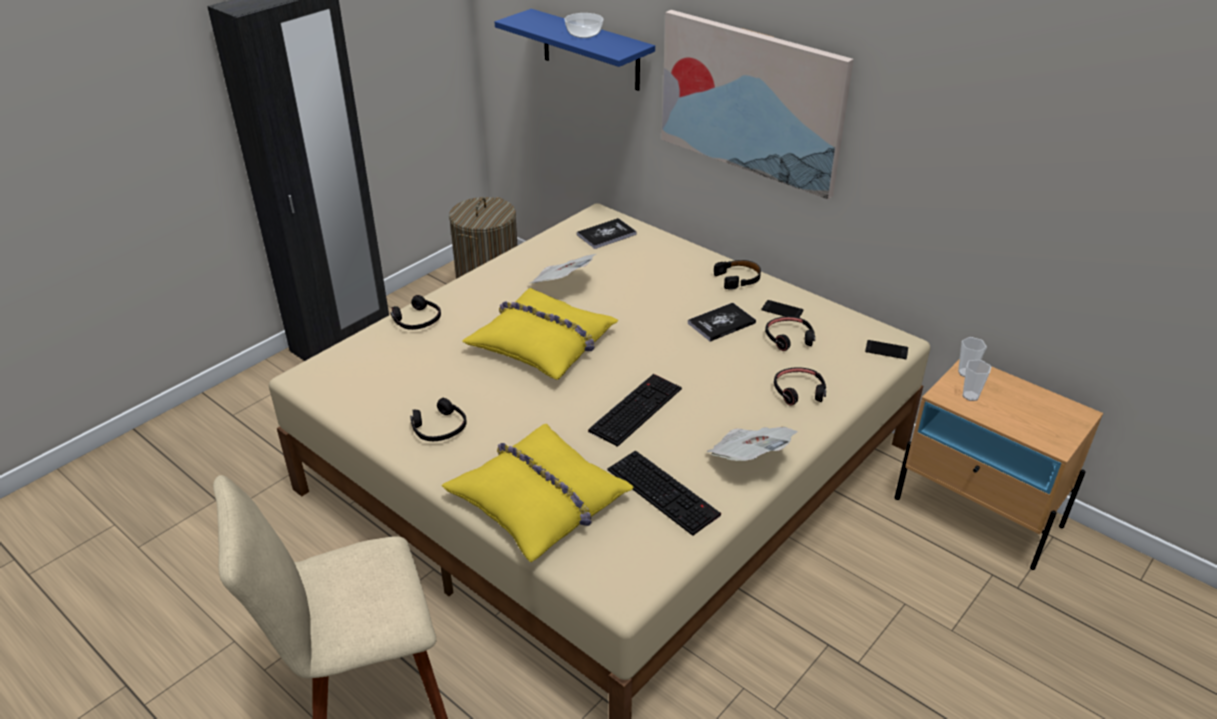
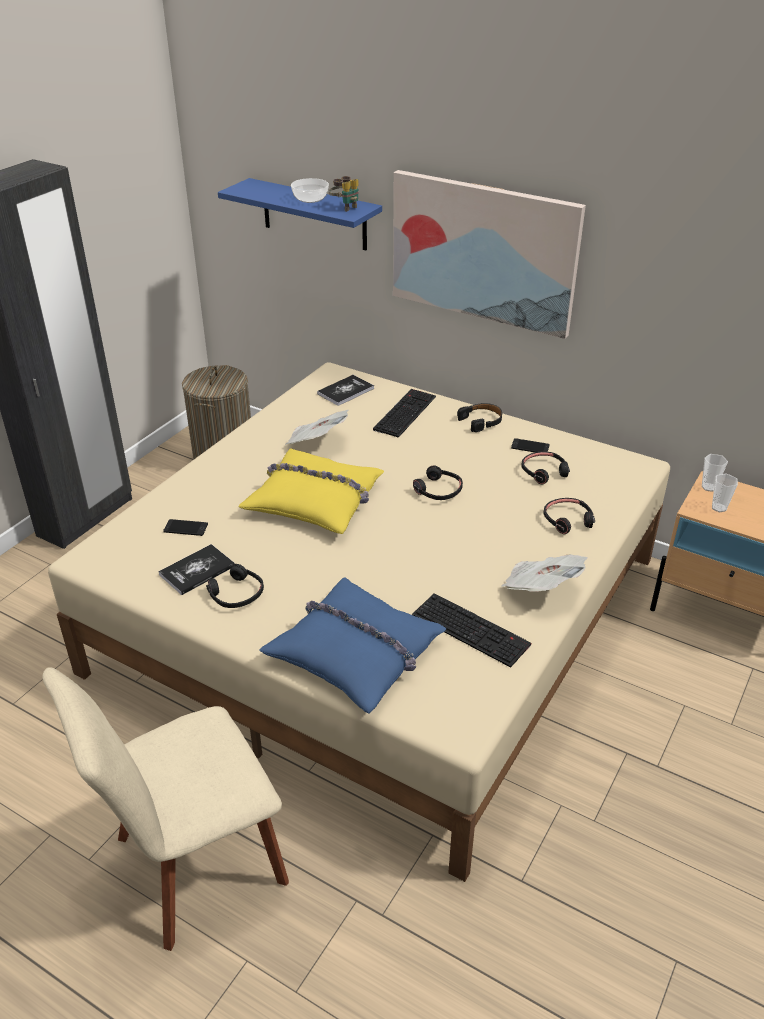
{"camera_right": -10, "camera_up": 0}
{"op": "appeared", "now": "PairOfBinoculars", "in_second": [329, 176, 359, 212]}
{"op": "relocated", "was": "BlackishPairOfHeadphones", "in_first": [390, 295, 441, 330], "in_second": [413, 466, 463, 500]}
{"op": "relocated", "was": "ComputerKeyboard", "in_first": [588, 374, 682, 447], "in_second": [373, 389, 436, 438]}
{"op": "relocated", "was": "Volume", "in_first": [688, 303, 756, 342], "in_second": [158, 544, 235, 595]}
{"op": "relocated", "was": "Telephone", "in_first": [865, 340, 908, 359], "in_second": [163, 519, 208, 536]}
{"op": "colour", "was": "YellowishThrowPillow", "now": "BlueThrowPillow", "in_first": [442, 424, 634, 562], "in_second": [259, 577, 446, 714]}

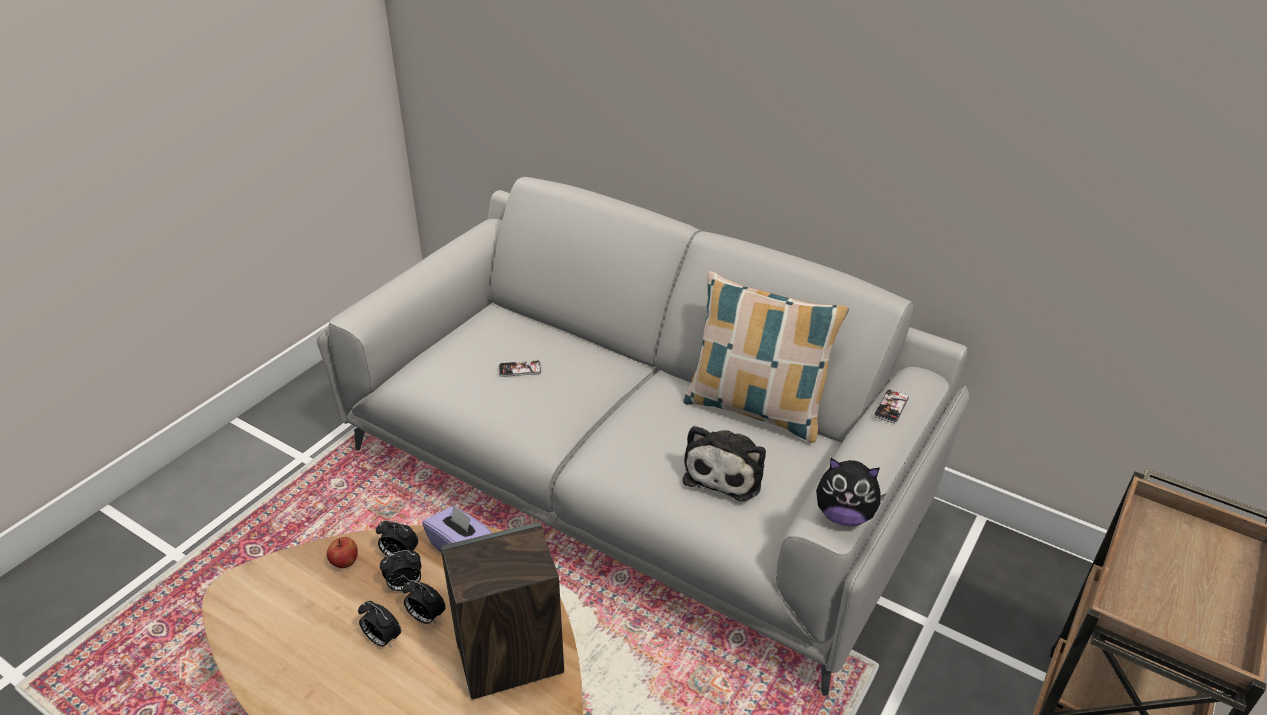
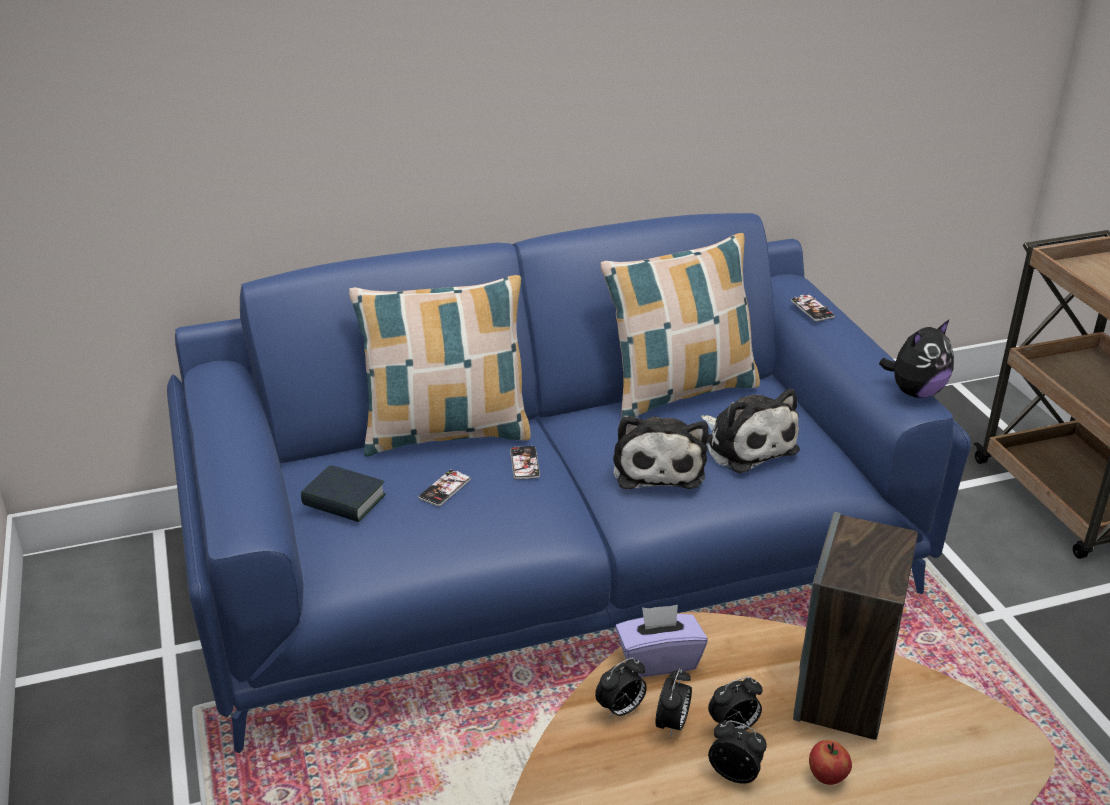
{"camera_right": -50, "camera_up": -5}
{"op": "appeared", "now": "Volume", "in_second": [301, 465, 386, 522]}
{"op": "appeared", "now": "ThrowPillow", "in_second": [349, 275, 531, 457]}
{"op": "appeared", "now": "Telephone", "in_second": [510, 446, 540, 480]}
{"op": "appeared", "now": "PlushToy", "in_second": [613, 415, 709, 489]}
{"op": "relocated", "was": "Apple", "in_first": [327, 537, 358, 568], "in_second": [809, 740, 852, 785]}
{"op": "colour", "was": "GreyishCouch", "now": "BlueCouch", "in_first": [317, 177, 969, 696], "in_second": [167, 213, 971, 753]}
{"op": "spun", "was": "BedsideClock", "in_first": [358, 601, 401, 648], "in_second": [708, 721, 767, 784], "clockwise": -135}

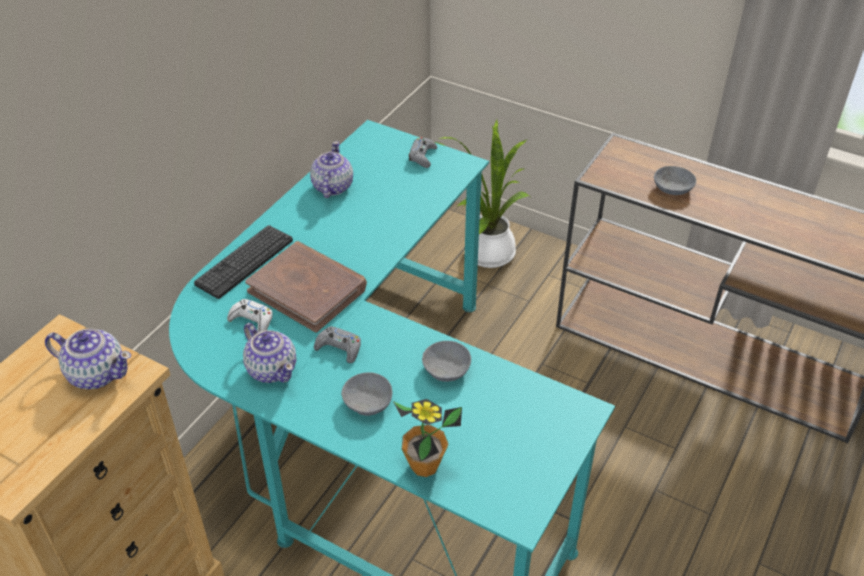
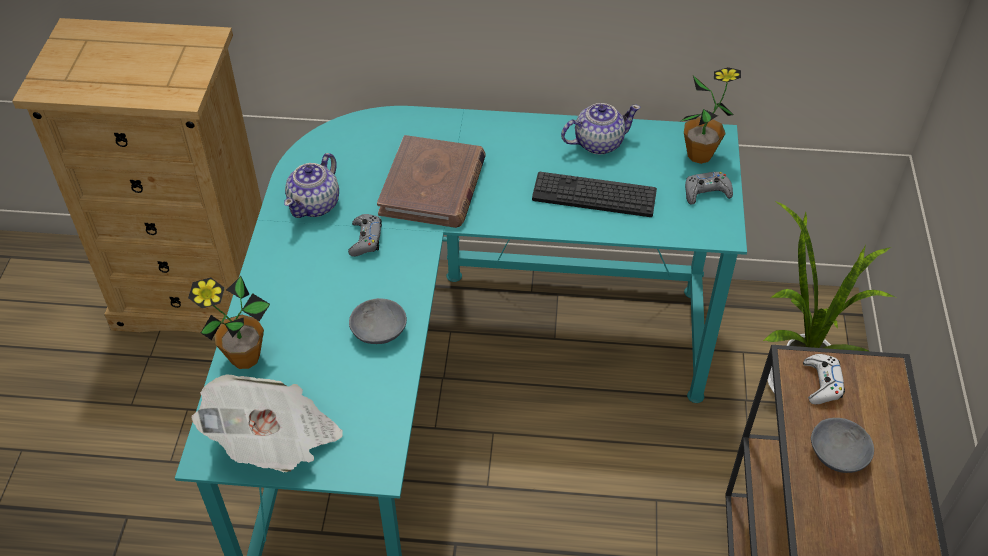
{"camera_right": 65, "camera_up": 5}
{"op": "missing", "was": "TeaPot", "in_first": [45, 329, 131, 389]}
{"op": "missing", "was": "GreyishDeepDish", "in_first": [341, 372, 392, 416]}
{"op": "appeared", "now": "DailyPaper", "in_second": [191, 374, 343, 472]}
{"op": "appeared", "now": "PlantInAPot", "in_second": [680, 67, 741, 164]}
{"op": "relocated", "was": "ComputerKeyboard", "in_first": [194, 225, 293, 299], "in_second": [532, 172, 657, 217]}
{"op": "relocated", "was": "WhiteGameController", "in_first": [227, 299, 272, 332], "in_second": [803, 354, 845, 404]}

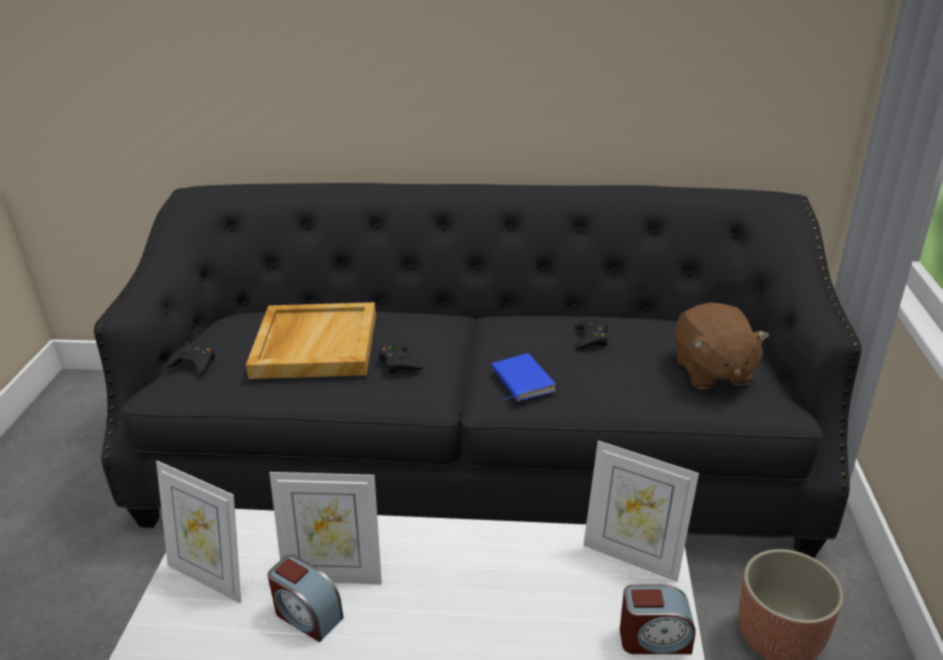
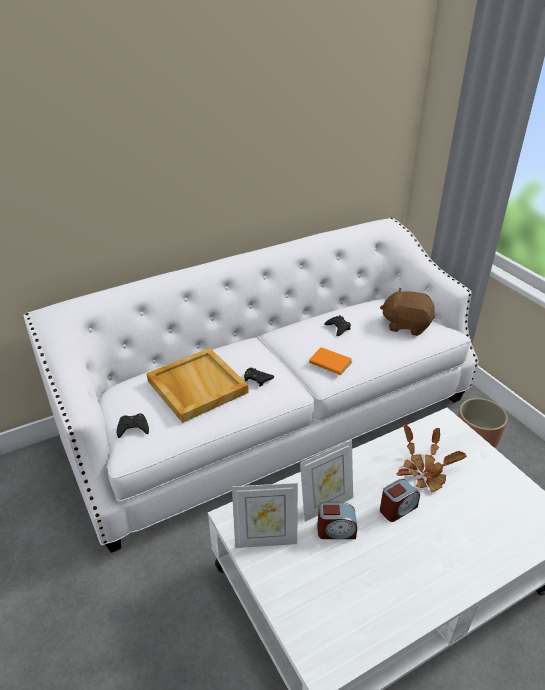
{"camera_right": -35, "camera_up": 5}
{"op": "missing", "was": "PhotoFrame", "in_first": [583, 441, 699, 582]}
{"op": "appeared", "now": "PlantInAPot", "in_second": [397, 424, 467, 492]}
{"op": "relocated", "was": "BedsideClock", "in_first": [620, 585, 695, 654], "in_second": [380, 479, 420, 522]}
{"op": "colour", "was": "BlackishCouch", "now": "WhiteCouch", "in_first": [94, 183, 861, 558], "in_second": [23, 218, 479, 553]}
{"op": "colour", "was": "BlueVolume", "now": "OrangeColouredVolume", "in_first": [492, 353, 556, 401], "in_second": [309, 347, 352, 377]}
{"op": "spun", "was": "BrownPlushToy", "in_first": [675, 303, 770, 390], "in_second": [380, 287, 435, 336], "clockwise": 150}

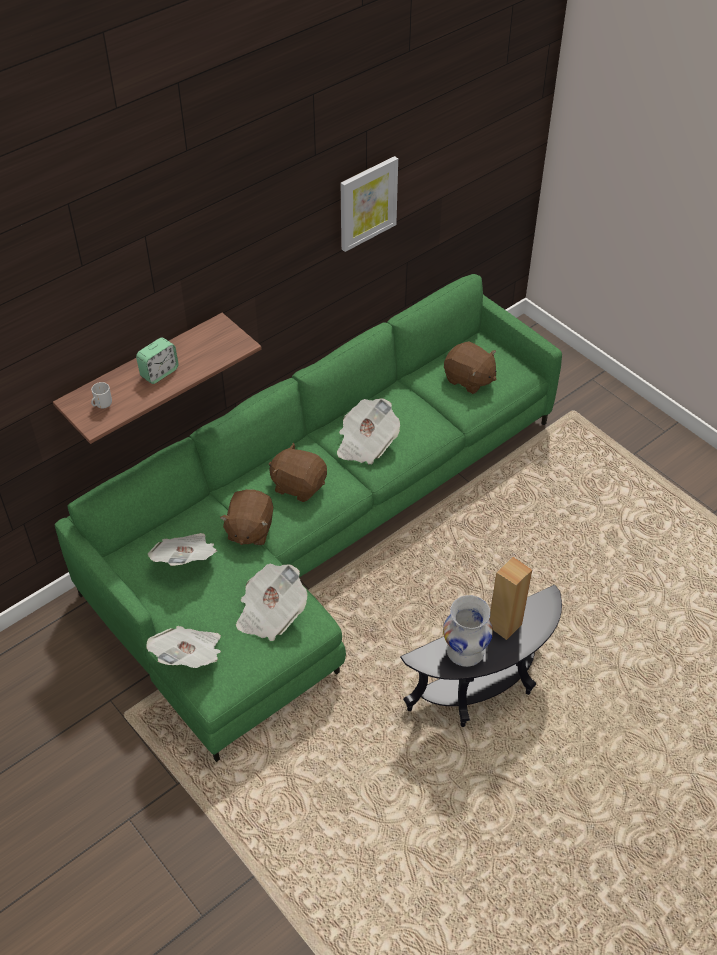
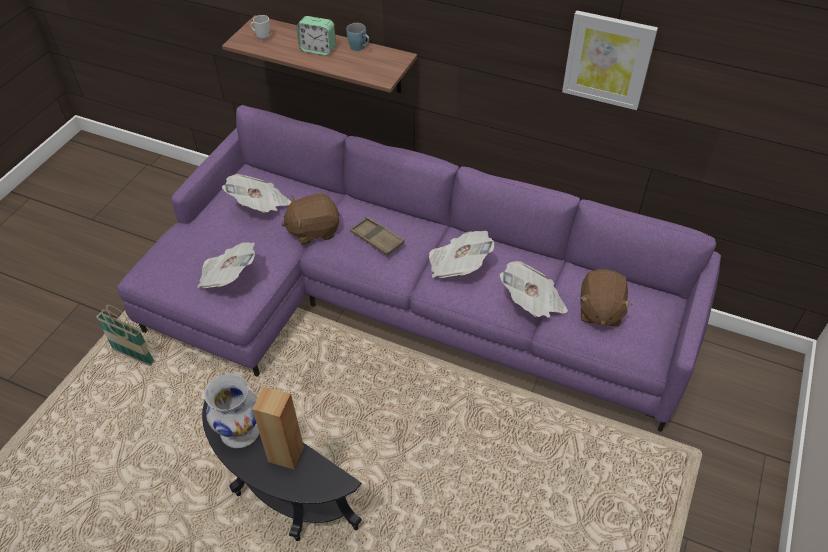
{"camera_right": 65, "camera_up": 0}
{"op": "appeared", "now": "StorageBasket", "in_second": [96, 305, 155, 366]}
{"op": "appeared", "now": "BlueCoffeeMug", "in_second": [346, 23, 369, 51]}
{"op": "relocated", "was": "DailyPaper", "in_first": [146, 626, 221, 668], "in_second": [500, 261, 568, 317]}
{"op": "exchanged", "was": "BrownPlushToy", "now": "BrownCarryingTray", "in_first": [269, 442, 327, 502], "in_second": [350, 217, 405, 256]}
{"op": "colour", "was": "GreenishCouch", "now": "PurplishCouch", "in_first": [55, 274, 562, 762], "in_second": [118, 105, 721, 432]}

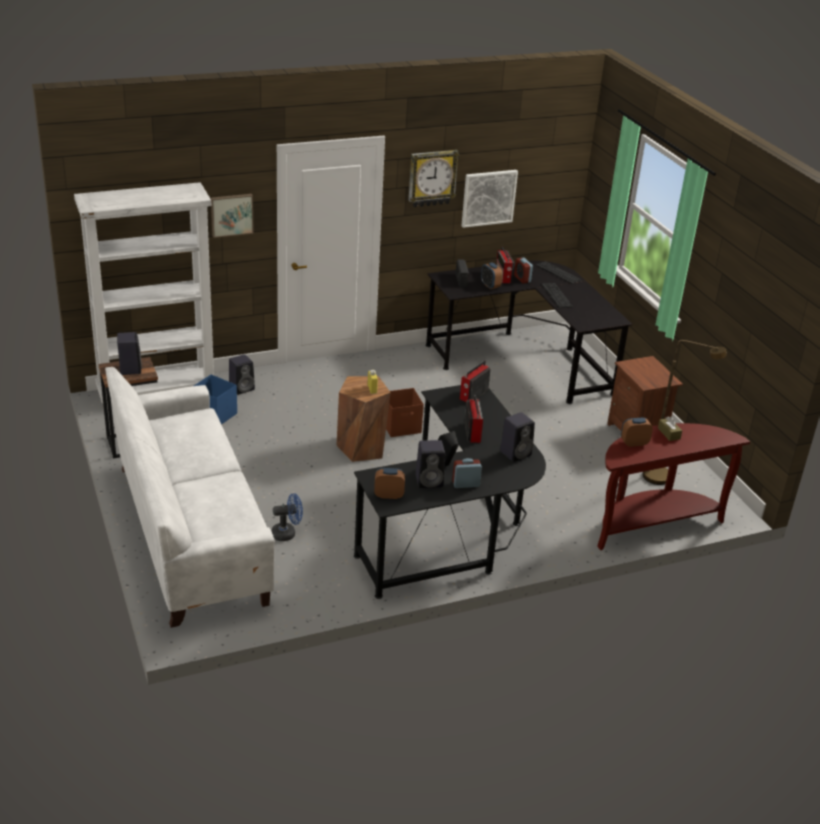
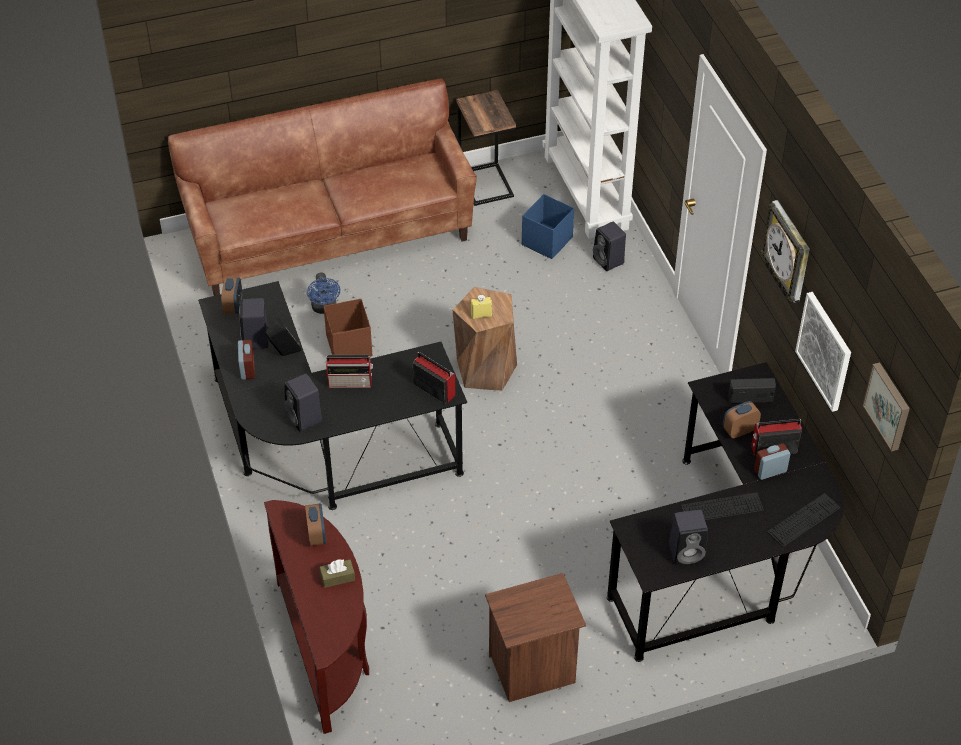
{"camera_right": 95, "camera_up": 15}
{"op": "missing", "was": "BrownStandingLamp", "in_first": [643, 340, 727, 485]}
{"op": "relocated", "was": "BlackishSpeaker", "in_first": [117, 332, 142, 375], "in_second": [669, 510, 708, 565]}
{"op": "relocated", "was": "WallPicture", "in_first": [211, 194, 254, 238], "in_second": [862, 362, 910, 452]}
{"op": "relocated", "was": "BrownStorageContainer", "in_first": [386, 388, 424, 437], "in_second": [323, 299, 372, 356]}
{"op": "colour", "was": "WhiteCouch", "now": "BrownCouch", "in_first": [105, 367, 275, 628], "in_second": [168, 79, 477, 296]}

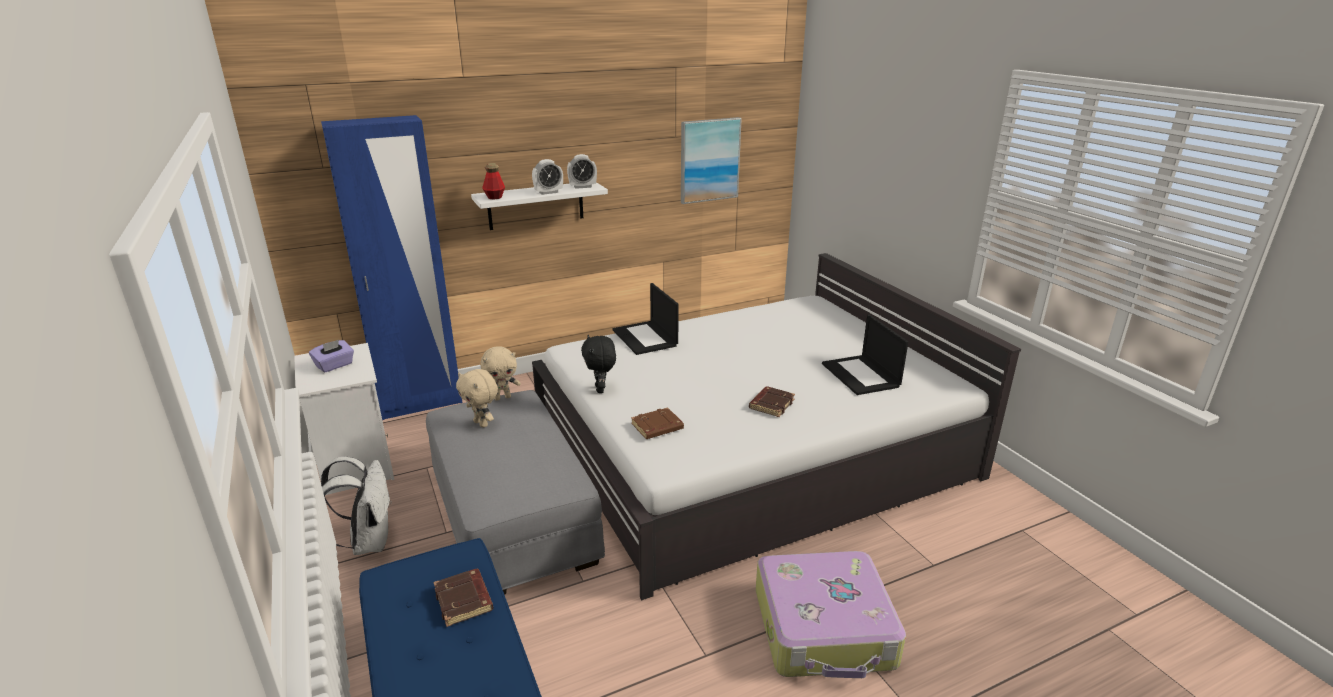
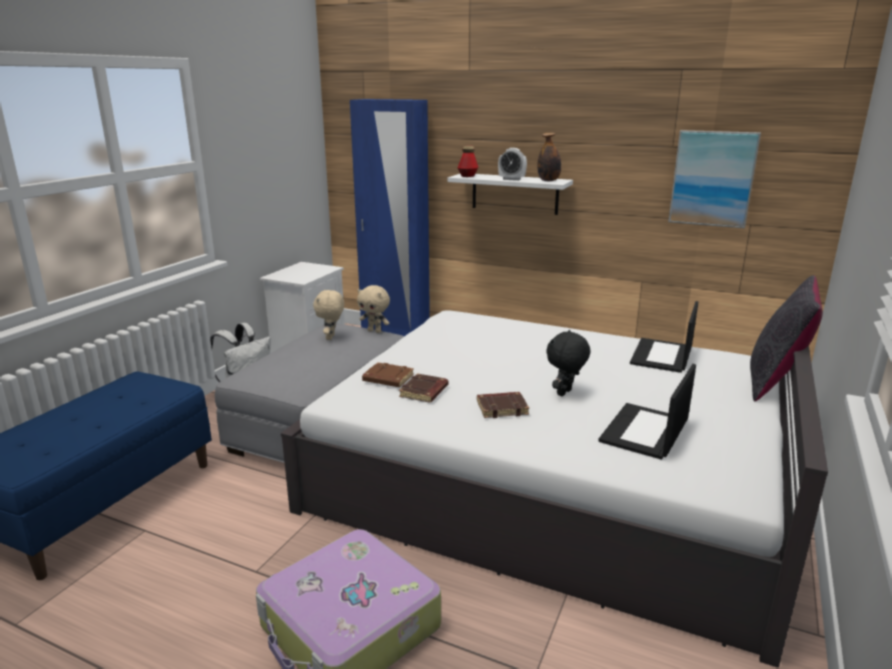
{"camera_right": 50, "camera_up": -5}
{"op": "missing", "was": "PurplishBoxOfTissues", "in_first": [309, 340, 354, 373]}
{"op": "appeared", "now": "BlackishThrowPillow", "in_second": [750, 275, 823, 401]}
{"op": "relocated", "was": "BrownVolume", "in_first": [434, 569, 493, 627], "in_second": [399, 373, 448, 402]}
{"op": "relocated", "was": "BlackishPlushToy", "in_first": [581, 335, 616, 393], "in_second": [547, 330, 591, 396]}
{"op": "relocated", "was": "Laptop", "in_first": [613, 283, 679, 355], "in_second": [630, 301, 698, 373]}
{"op": "exchanged", "was": "BedsideClock", "now": "DrinkBottle", "in_first": [567, 154, 597, 189], "in_second": [537, 133, 561, 181]}

